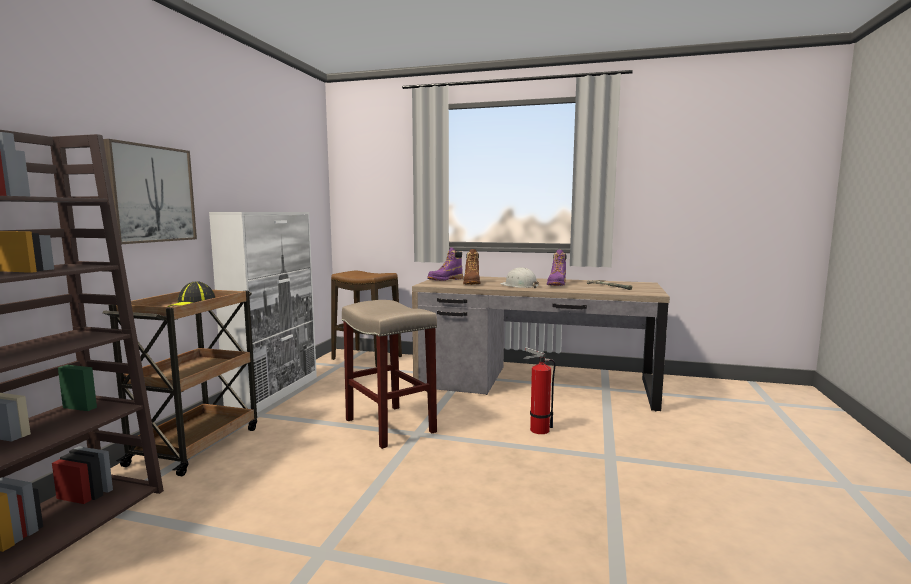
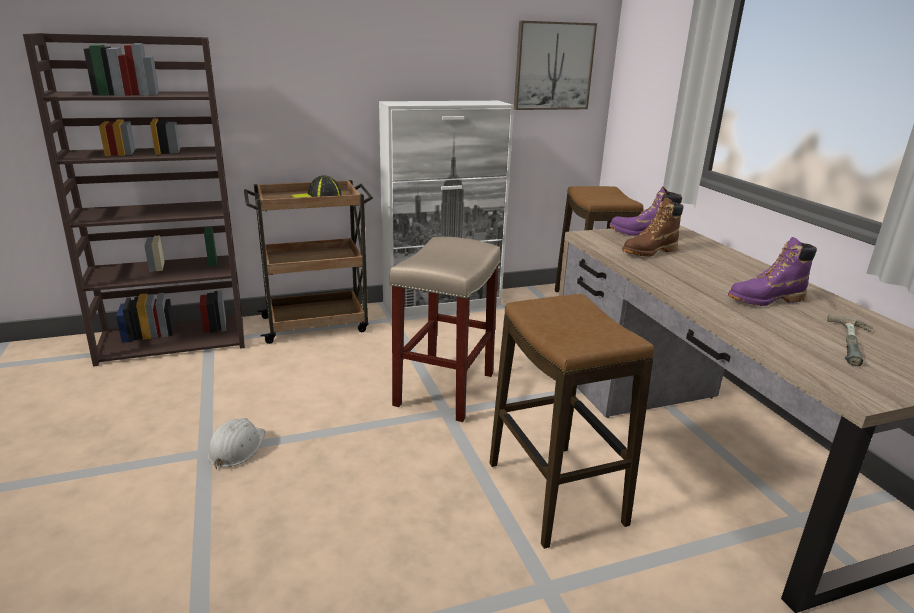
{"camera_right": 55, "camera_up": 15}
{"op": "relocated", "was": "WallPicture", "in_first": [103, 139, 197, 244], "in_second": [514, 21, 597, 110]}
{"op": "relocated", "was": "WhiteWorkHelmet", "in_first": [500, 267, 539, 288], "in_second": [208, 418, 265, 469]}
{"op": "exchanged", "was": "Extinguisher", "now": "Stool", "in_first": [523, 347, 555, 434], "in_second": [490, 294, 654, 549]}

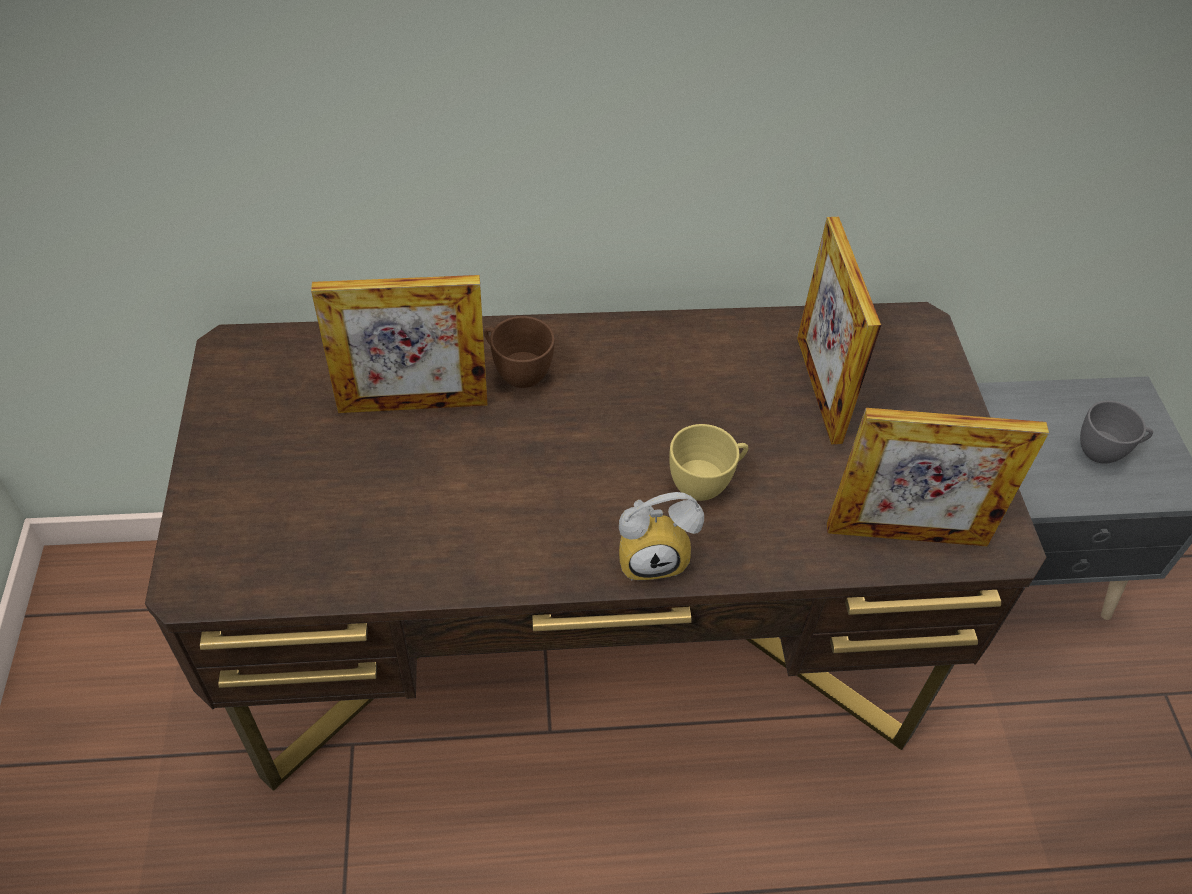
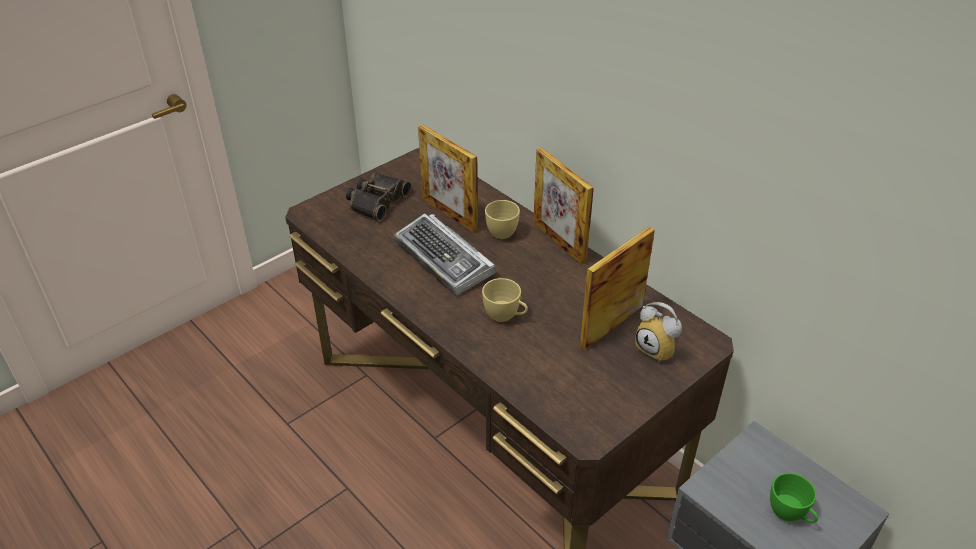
{"camera_right": 55, "camera_up": -10}
{"op": "appeared", "now": "PairOfBinoculars", "in_second": [346, 173, 411, 221]}
{"op": "appeared", "now": "ComputerKeyboard", "in_second": [394, 213, 496, 296]}
{"op": "relocated", "was": "BedsideClock", "in_first": [619, 492, 704, 580], "in_second": [635, 302, 682, 362]}
{"op": "relocated", "was": "PhotoFrame", "in_first": [827, 408, 1049, 546], "in_second": [533, 147, 594, 265]}
{"op": "colour", "was": "BrownCup", "now": "YellowishCup", "in_first": [484, 316, 555, 388], "in_second": [485, 200, 520, 239]}
{"op": "colour", "was": "GreyishCup", "now": "GreenishCup", "in_first": [1080, 401, 1153, 464], "in_second": [770, 473, 818, 523]}

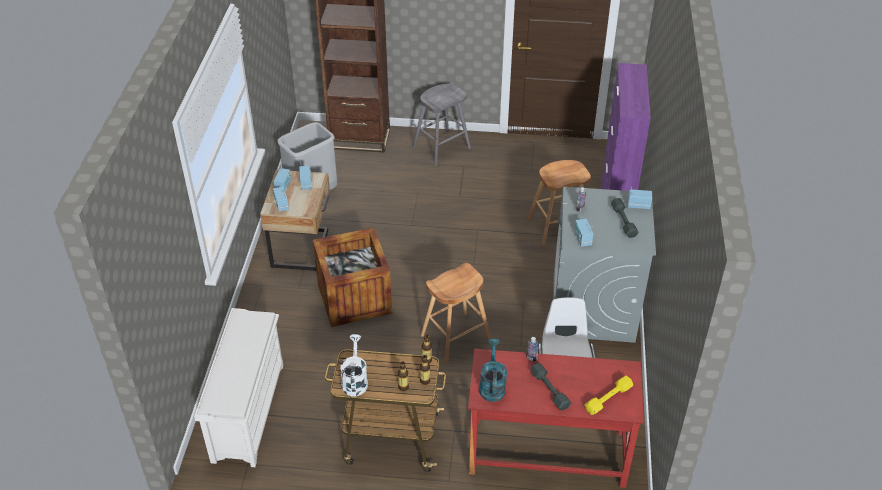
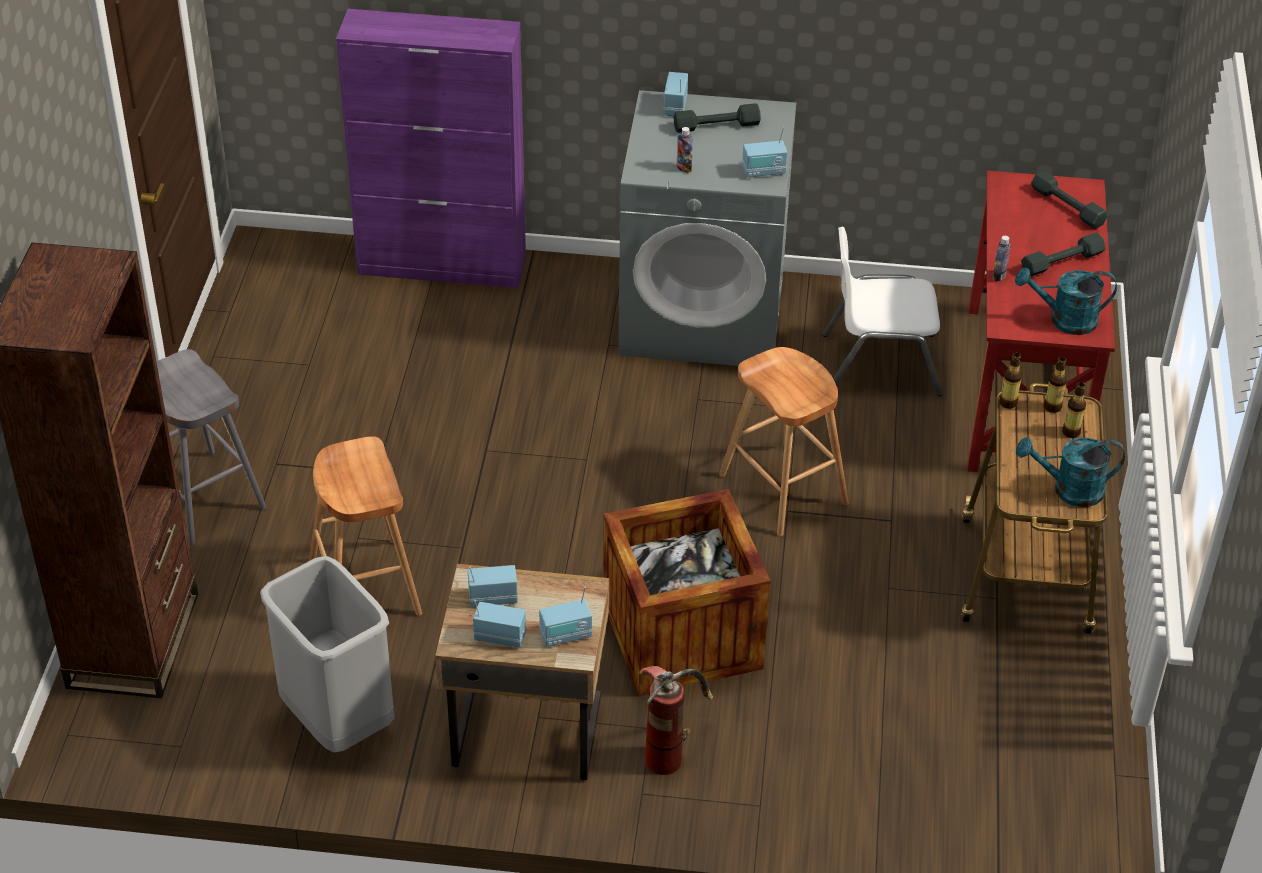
{"camera_right": -90, "camera_up": 0}
{"op": "missing", "was": "WhiteShoeRack", "in_first": [194, 308, 283, 467]}
{"op": "appeared", "now": "Extinguisher", "in_second": [638, 666, 713, 775]}
{"op": "relocated", "was": "BrownStool", "in_first": [527, 160, 591, 245], "in_second": [309, 436, 422, 616]}
{"op": "colour", "was": "WhiteWateringPot", "now": "BlueGreenWateringPot", "in_first": [340, 334, 368, 397], "in_second": [1016, 437, 1125, 507]}
{"op": "colour", "was": "YellowishDumbbell", "now": "GreyishDumbbell", "in_first": [585, 376, 633, 415], "in_second": [1031, 171, 1108, 229]}

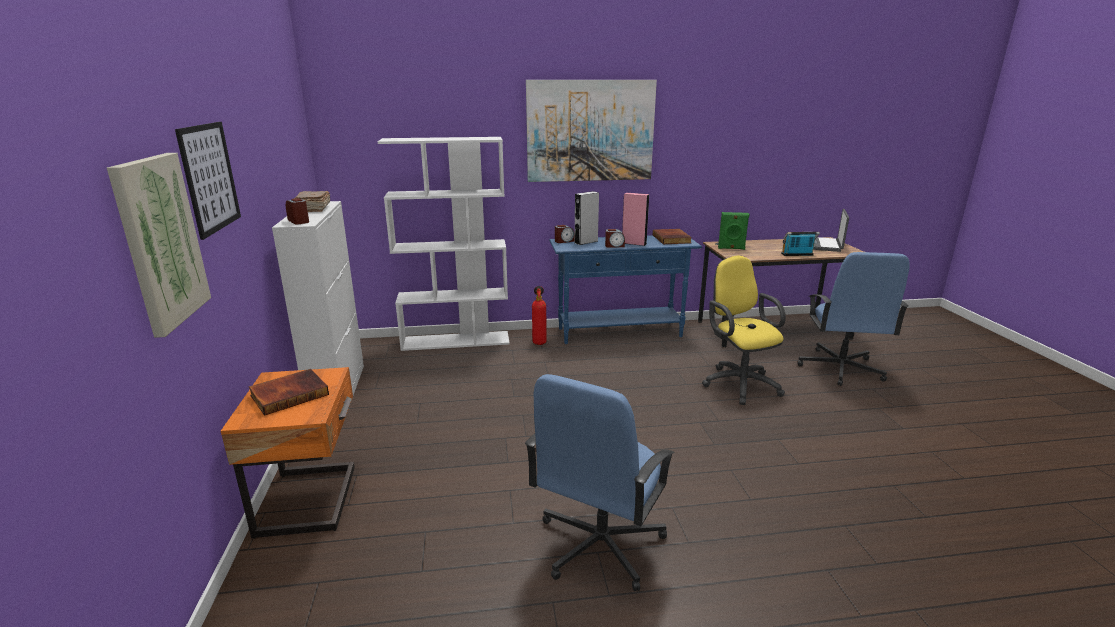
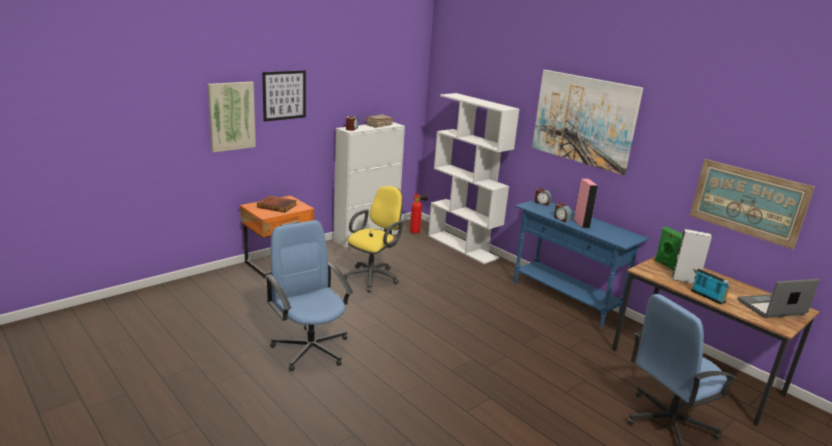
{"camera_right": 55, "camera_up": 0}
{"op": "missing", "was": "Volume", "in_first": [653, 229, 692, 244]}
{"op": "appeared", "now": "WallPicture", "in_second": [690, 159, 815, 249]}
{"op": "relocated", "was": "Extinguisher", "in_first": [532, 286, 547, 345], "in_second": [410, 193, 428, 234]}
{"op": "relocated", "was": "GreyishSpeaker", "in_first": [575, 191, 599, 245], "in_second": [672, 229, 712, 284]}
{"op": "relocated", "was": "YellowishOfficeChair", "in_first": [702, 256, 786, 405], "in_second": [344, 186, 403, 292]}
{"op": "spun", "was": "BlueOfficeChair", "in_first": [525, 374, 675, 591], "in_second": [265, 220, 353, 372], "clockwise": 60}

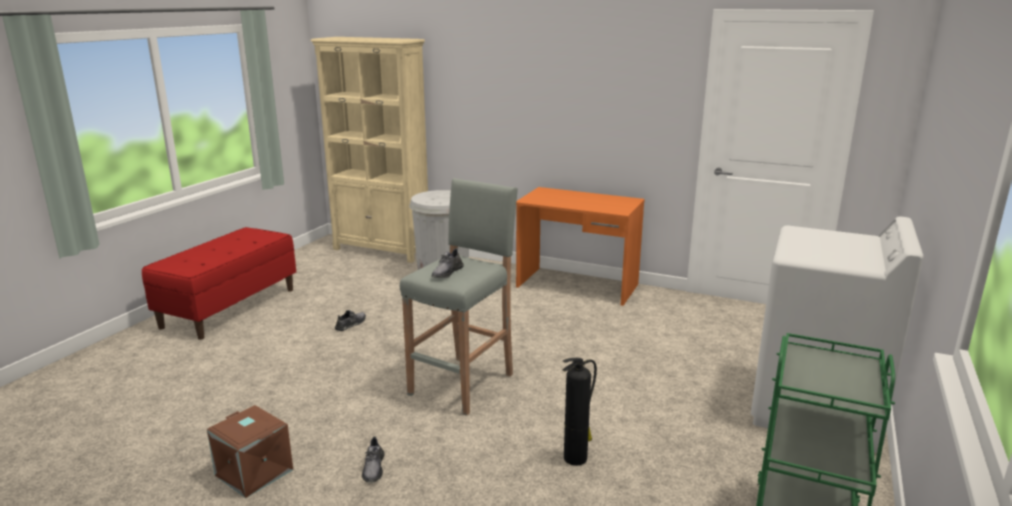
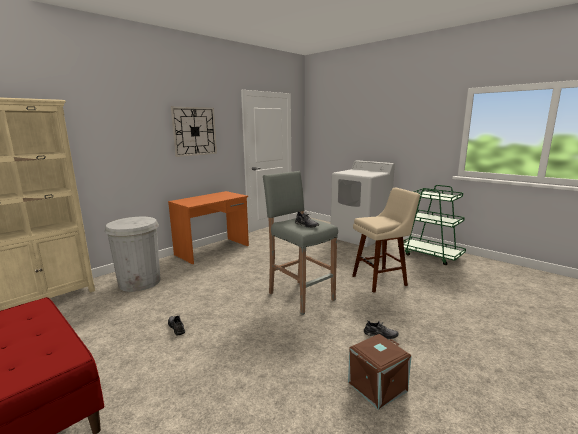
{"camera_right": -70, "camera_up": -5}
{"op": "appeared", "now": "WallClock", "in_second": [171, 107, 217, 157]}
{"op": "exchanged", "was": "Extinguisher", "now": "BeigeStool", "in_first": [563, 358, 597, 466], "in_second": [352, 188, 420, 293]}

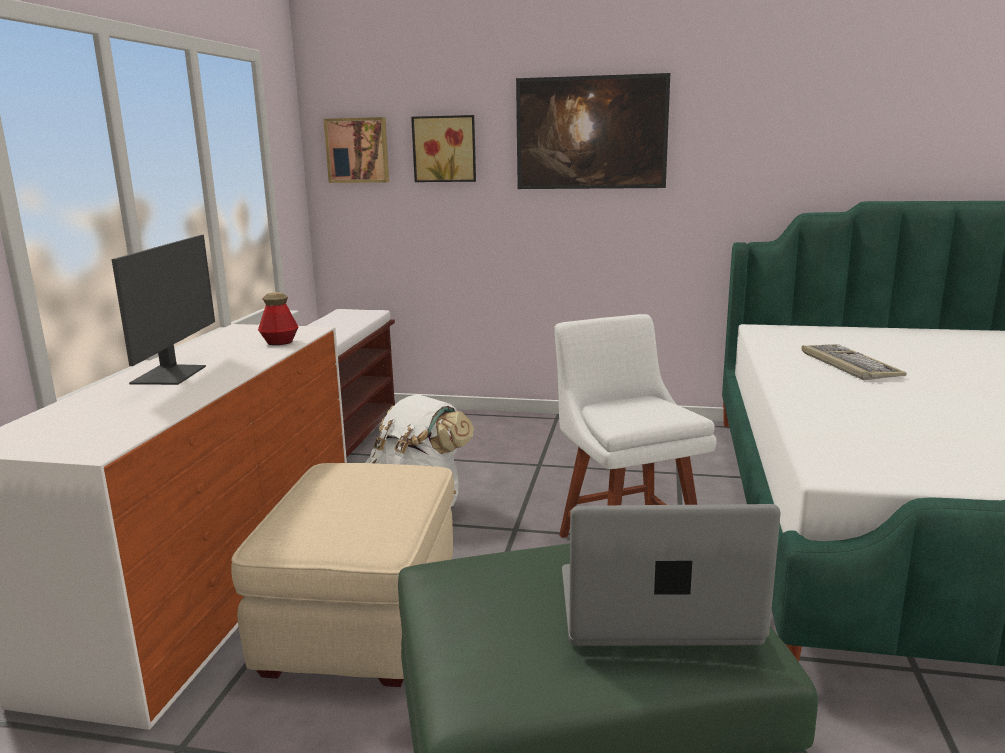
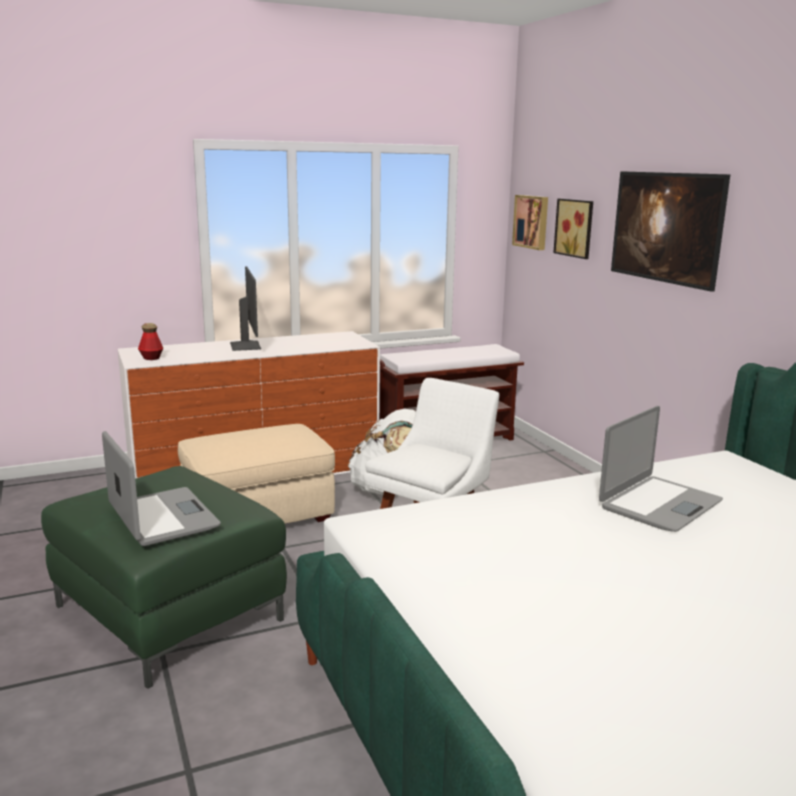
{"camera_right": 55, "camera_up": 0}
{"op": "relocated", "was": "DrinkBottle", "in_first": [258, 292, 298, 345], "in_second": [138, 323, 163, 360]}
{"op": "exchanged", "was": "ComputerKeyboard", "now": "Laptop", "in_first": [802, 345, 907, 380], "in_second": [599, 406, 723, 532]}
{"op": "spun", "was": "ComputerScreen", "in_first": [112, 235, 215, 385], "in_second": [230, 266, 261, 351], "clockwise": -75}

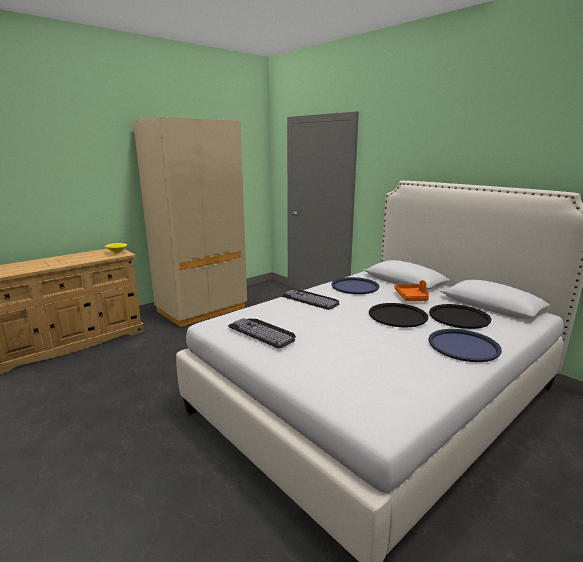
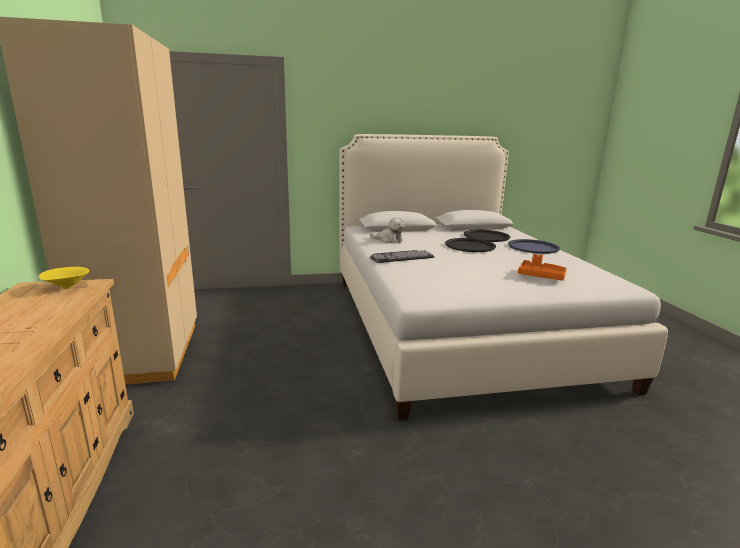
{"camera_right": -60, "camera_up": 0}
{"op": "missing", "was": "ComputerKeyboard", "in_first": [228, 318, 296, 348]}
{"op": "relocated", "was": "OrangeColouredCarryingTray", "in_first": [395, 280, 429, 301], "in_second": [518, 254, 567, 280]}
{"op": "exchanged", "was": "BlueCarryingTray", "now": "PlushToy", "in_first": [331, 277, 379, 294], "in_second": [370, 217, 405, 243]}

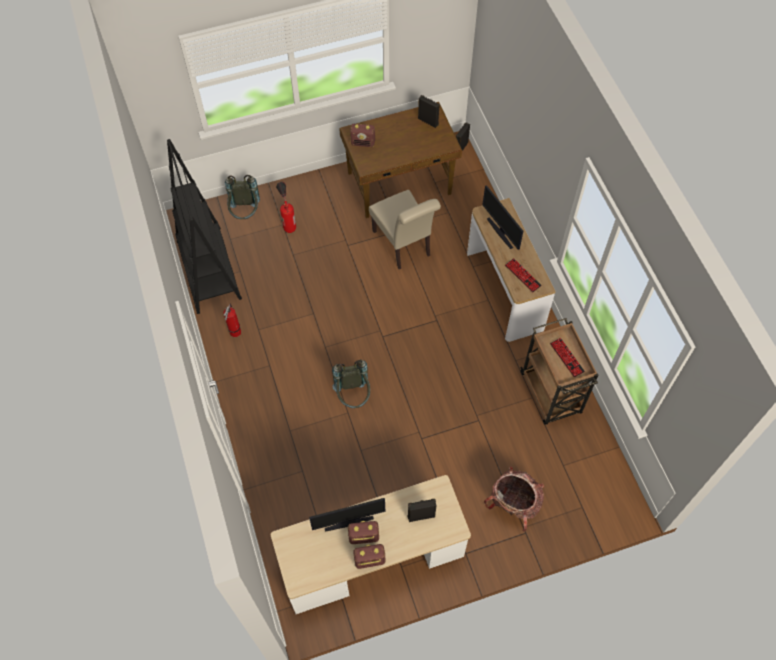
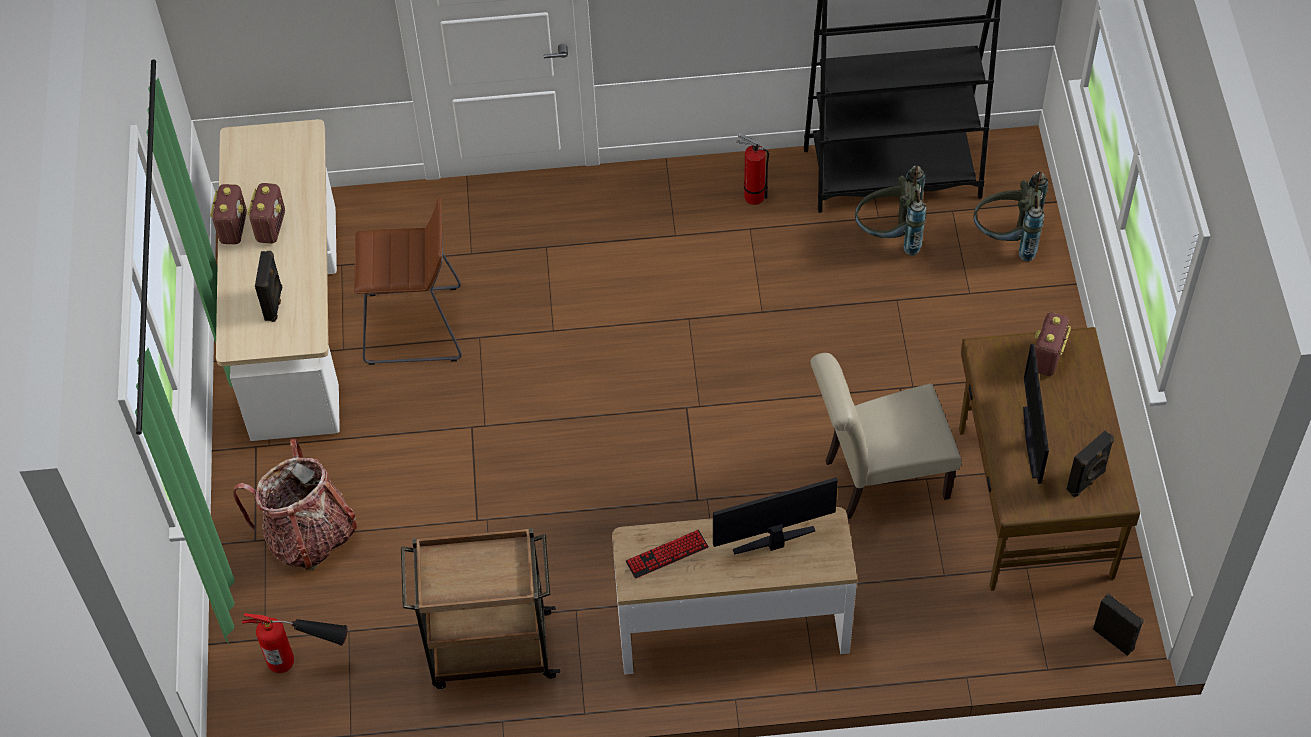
{"camera_right": 105, "camera_up": -5}
{"op": "missing", "was": "ComputerKeyboard", "in_first": [550, 338, 585, 378]}
{"op": "appeared", "now": "BrownStool", "in_second": [354, 198, 462, 365]}
{"op": "relocated", "was": "Extinguisher", "in_first": [276, 182, 296, 233], "in_second": [242, 613, 348, 673]}
{"op": "relocated", "was": "ComputerScreen", "in_first": [309, 498, 386, 532], "in_second": [1023, 344, 1049, 484]}
{"op": "relocated", "was": "GreyishKnapsack", "in_first": [332, 359, 370, 408], "in_second": [855, 165, 926, 256]}

